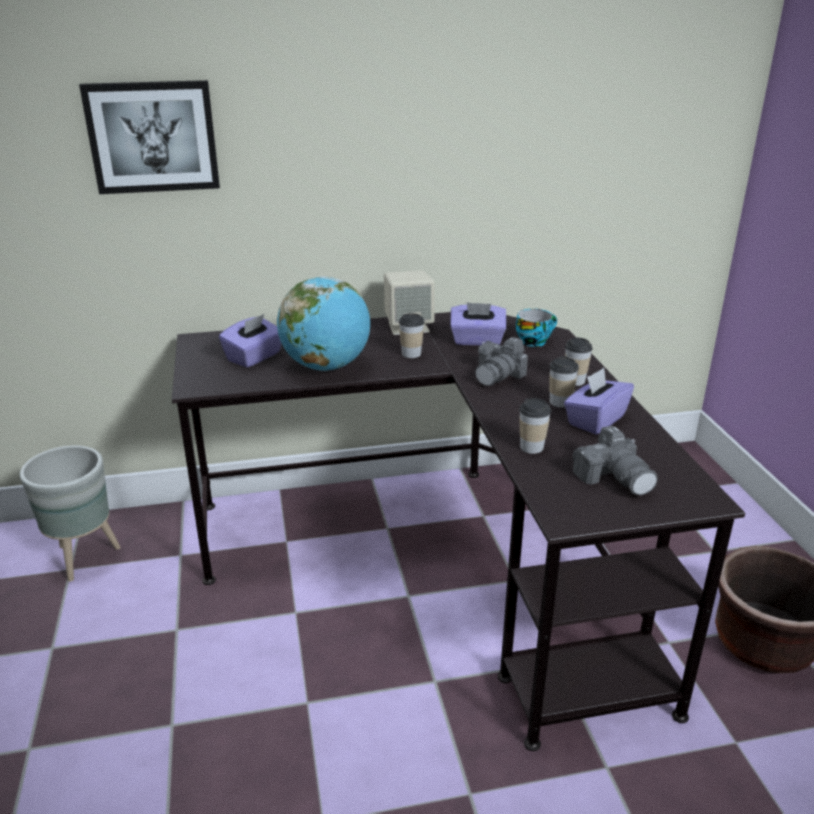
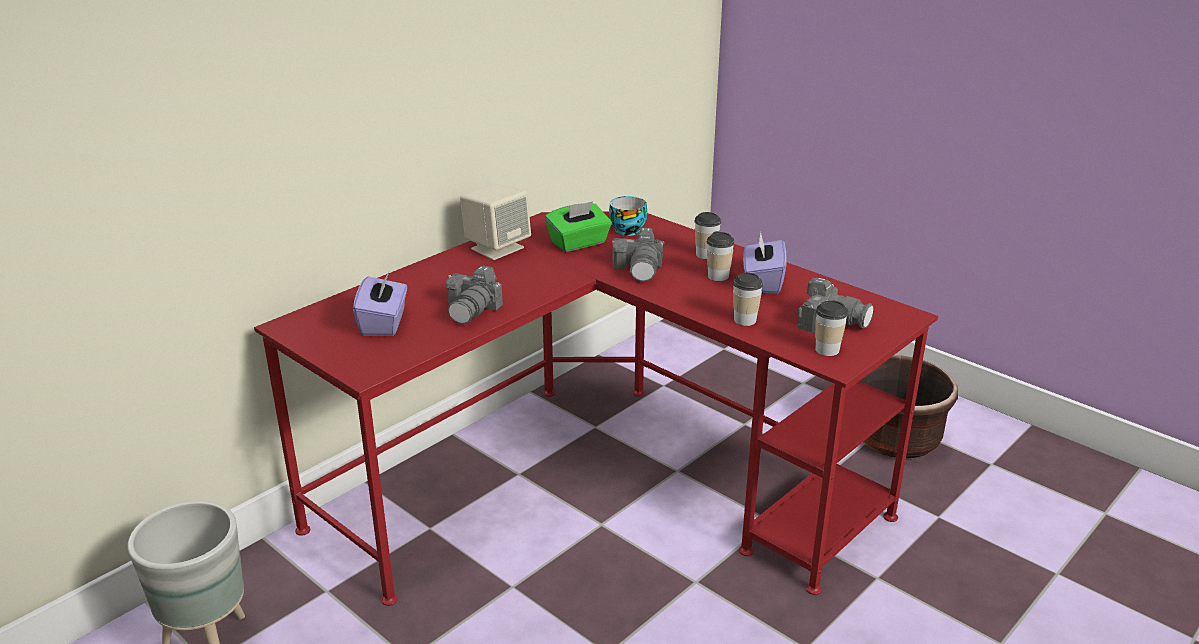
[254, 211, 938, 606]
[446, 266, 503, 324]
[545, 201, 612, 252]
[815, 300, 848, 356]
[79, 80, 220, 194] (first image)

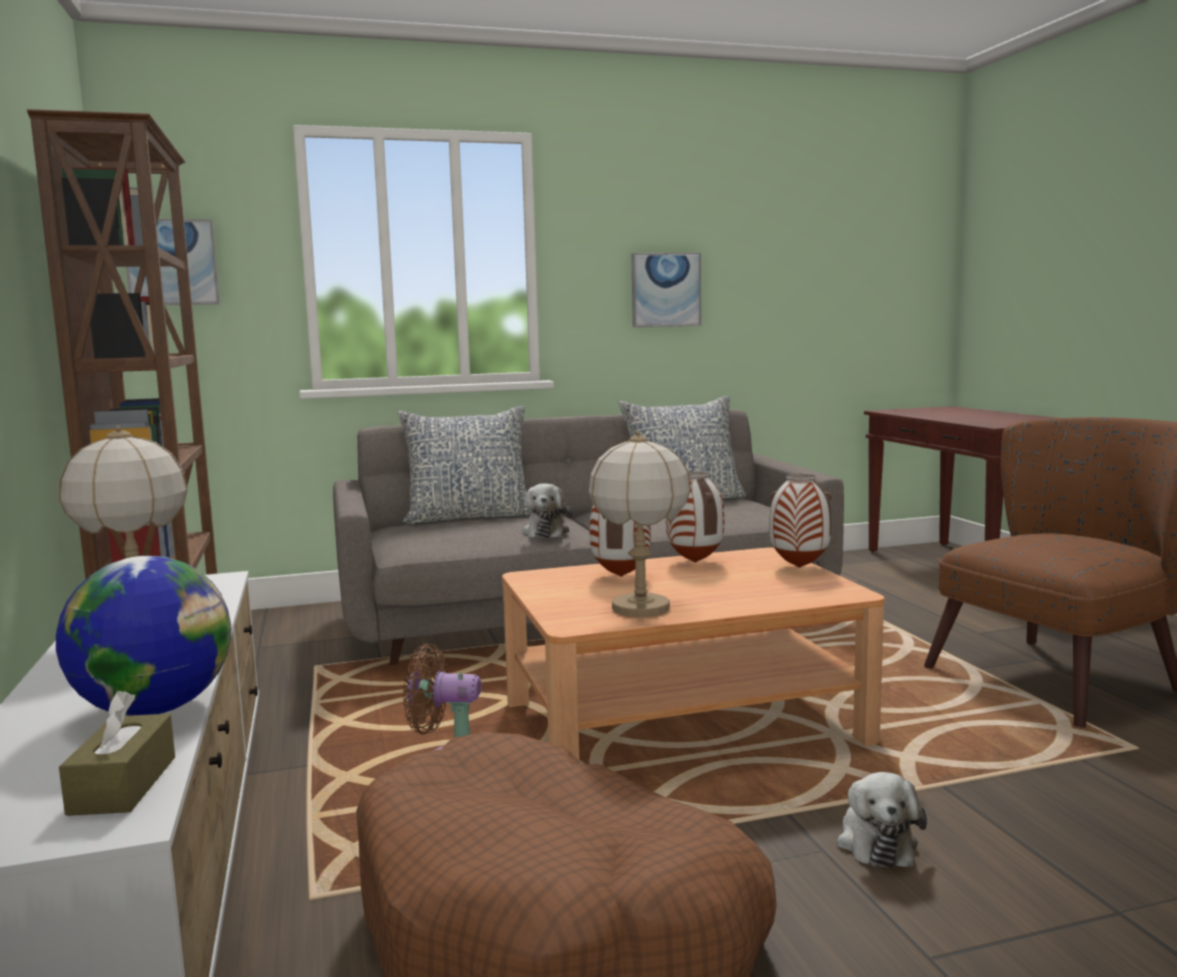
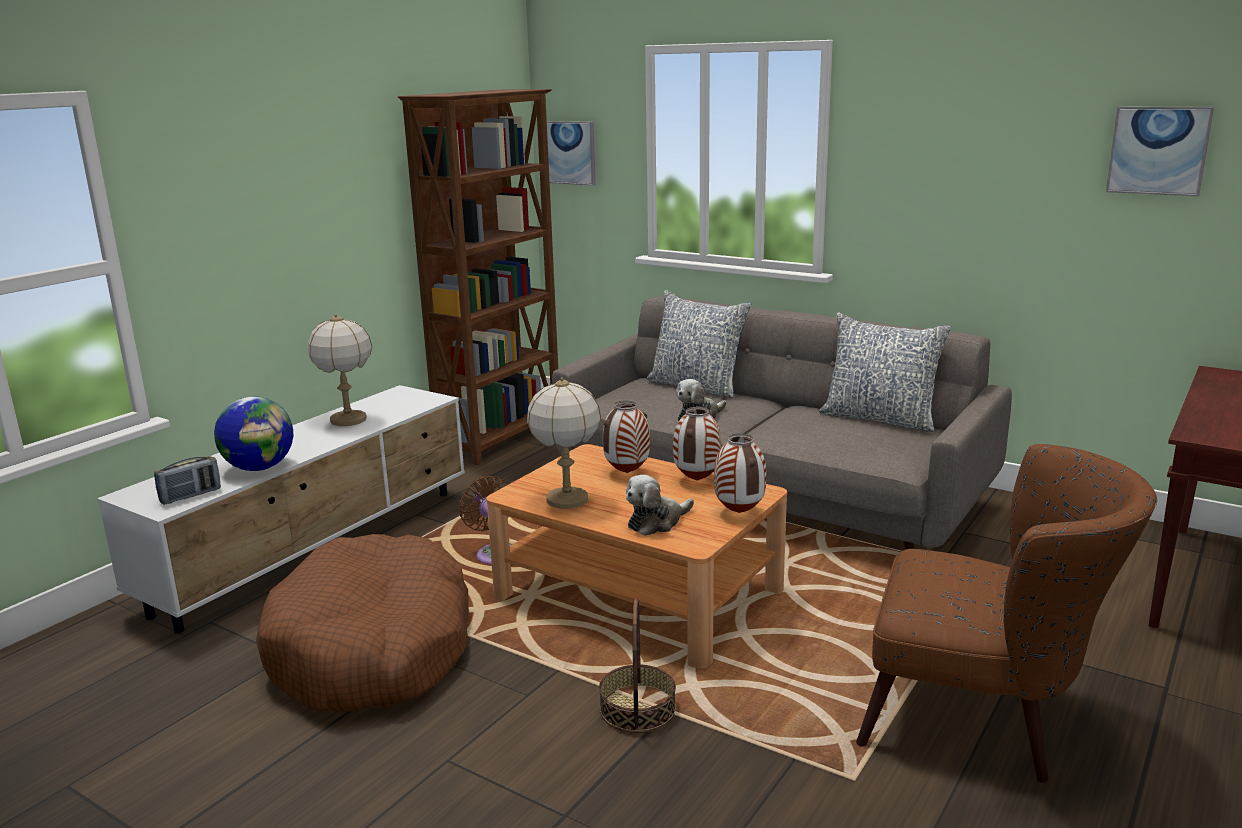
[154, 456, 221, 505]
[599, 598, 676, 733]
[626, 475, 694, 536]
[1106, 106, 1214, 196]

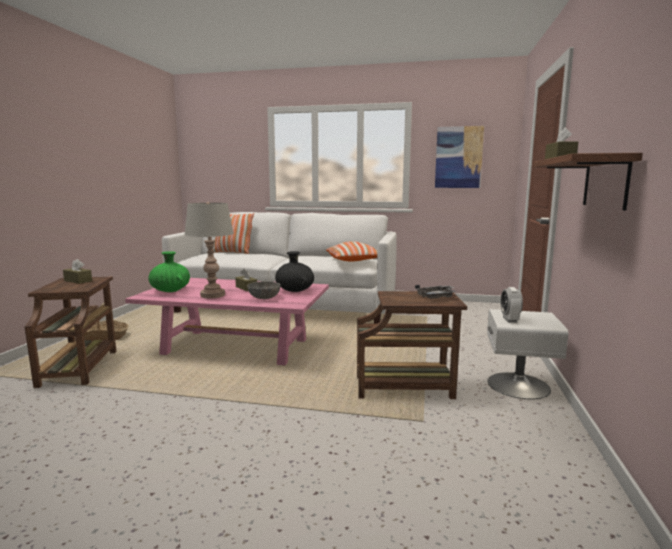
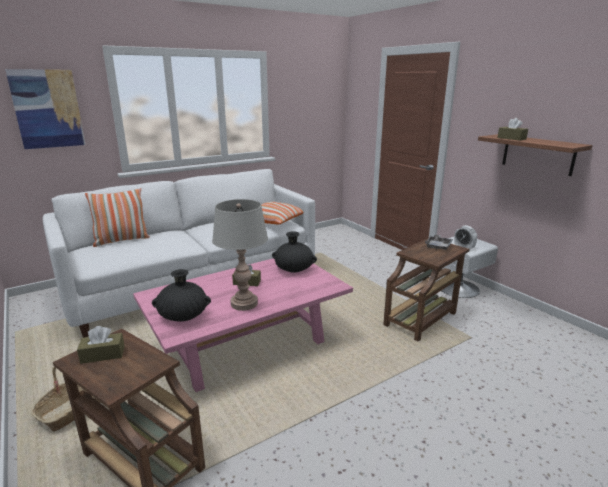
[5, 69, 86, 149]
[152, 269, 211, 322]
[247, 281, 281, 299] (first image)

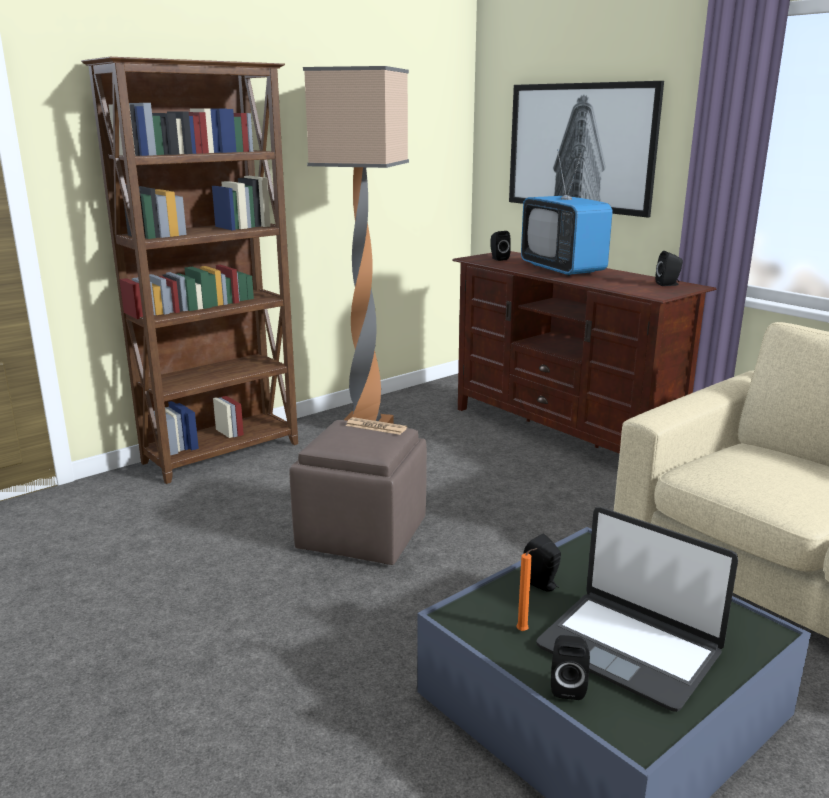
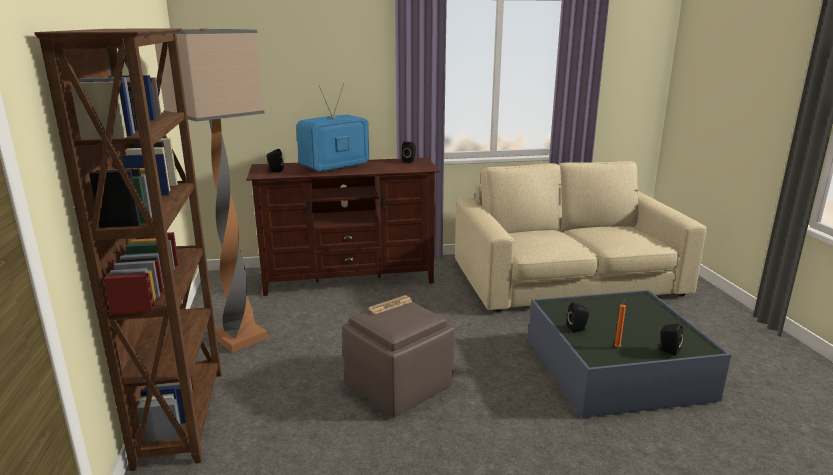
[296, 83, 369, 172]
[509, 81, 664, 218] (first image)
[536, 507, 738, 712] (first image)

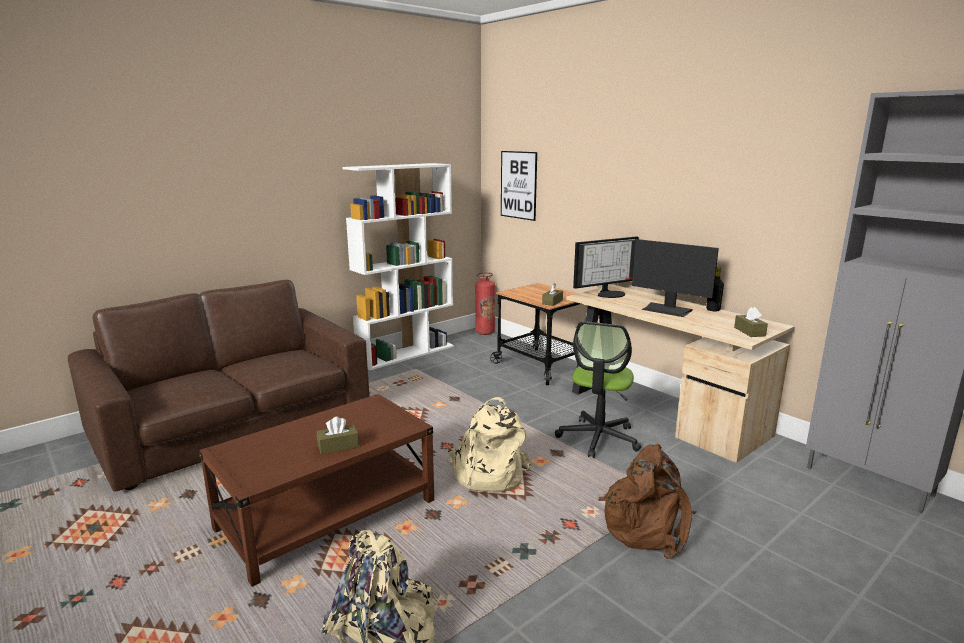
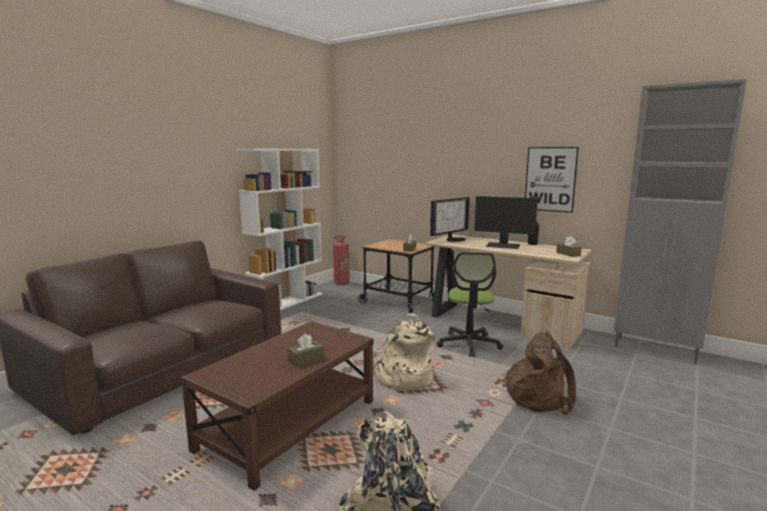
[525, 147, 579, 213]

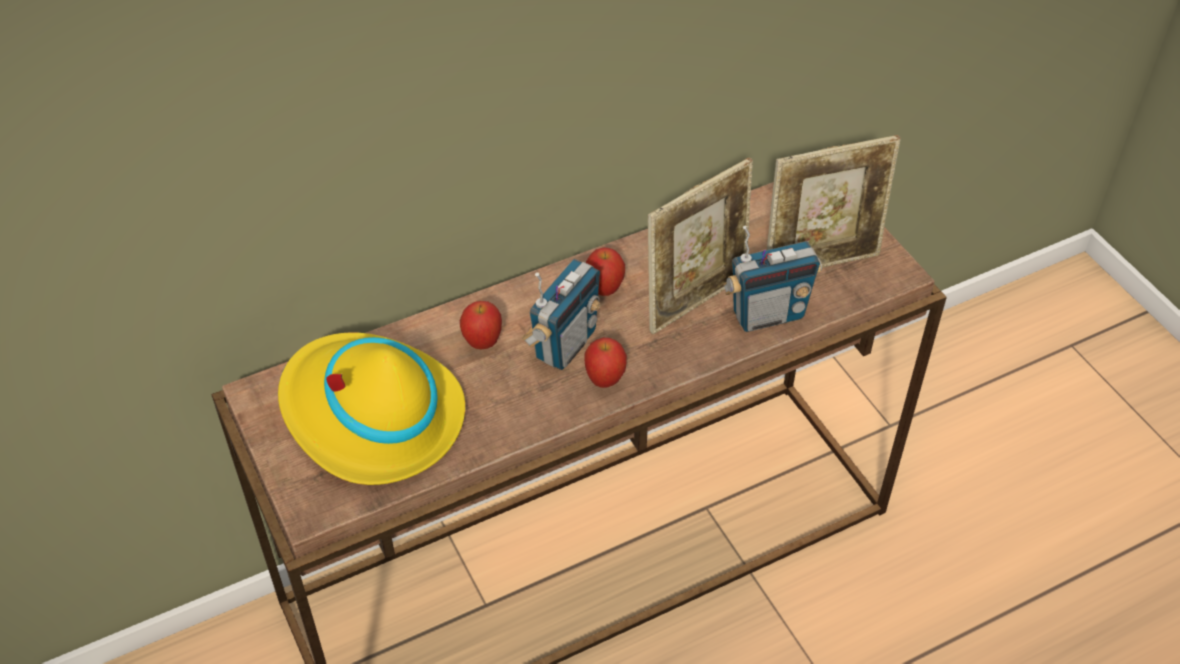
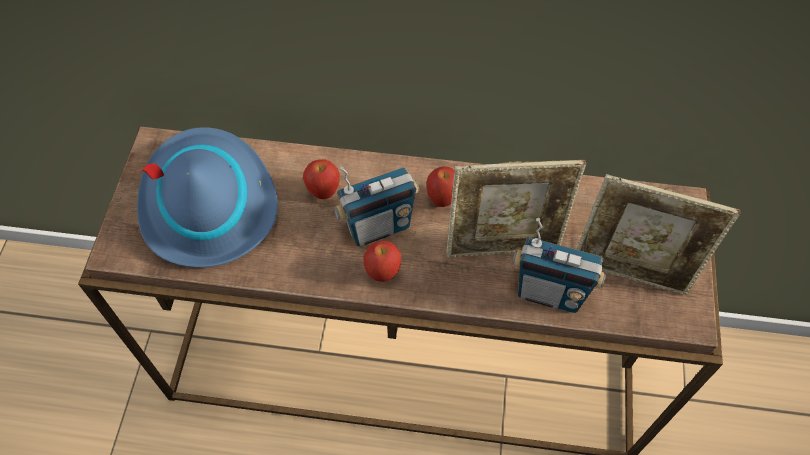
[137, 127, 278, 267]

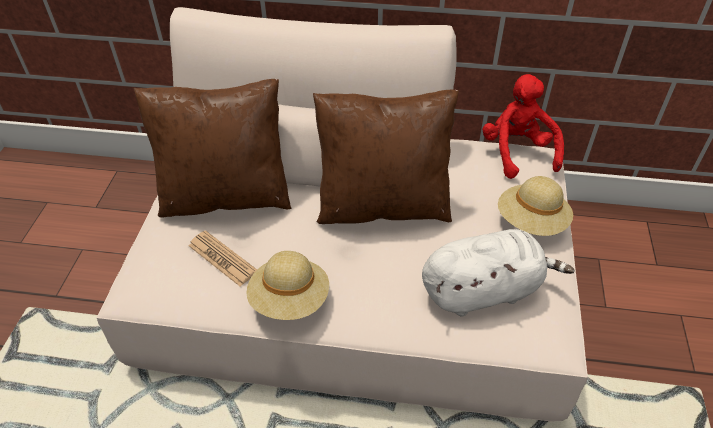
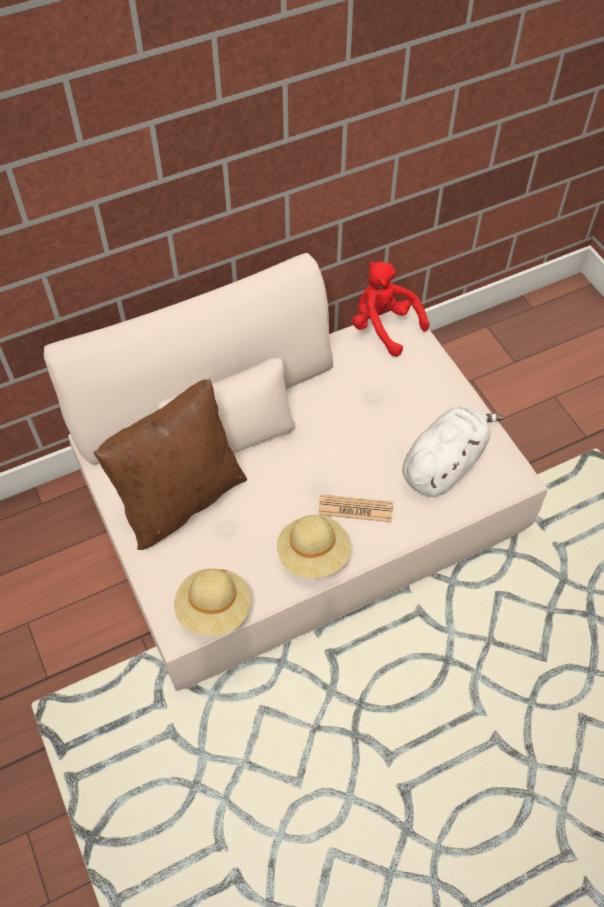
[174, 568, 250, 636]
[318, 495, 393, 522]
[313, 90, 459, 224] (first image)

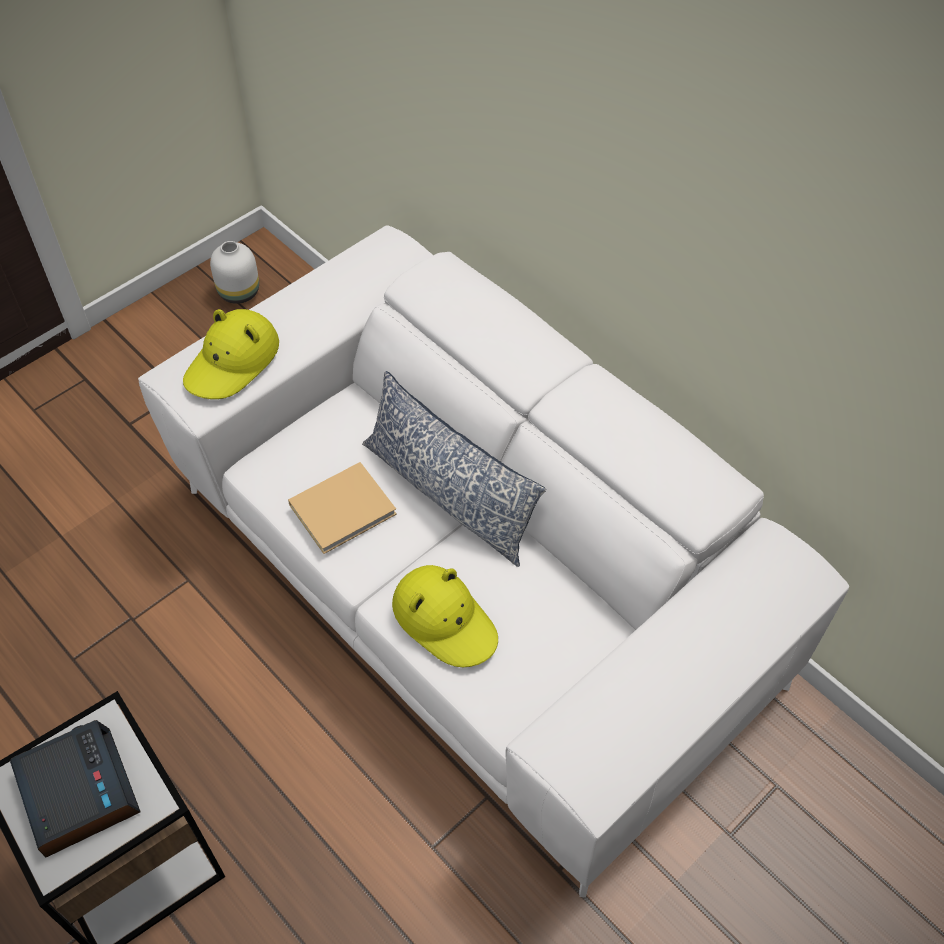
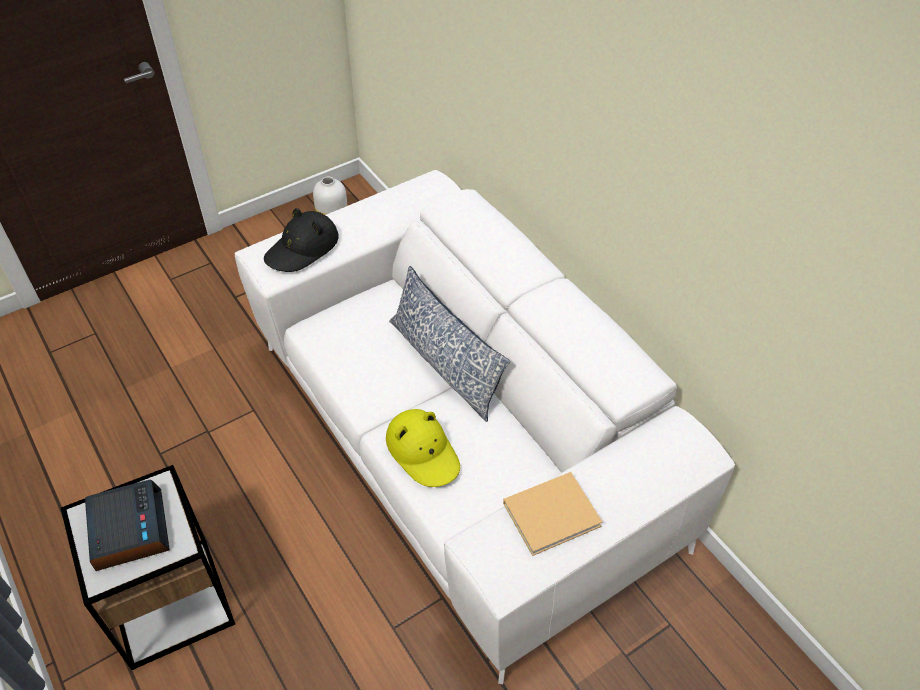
[264, 208, 339, 272]
[503, 472, 602, 556]

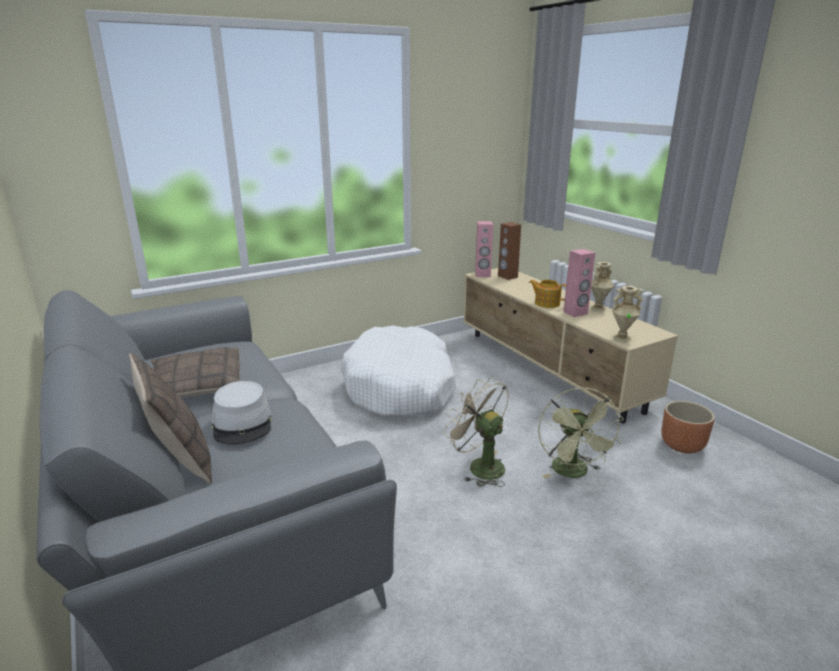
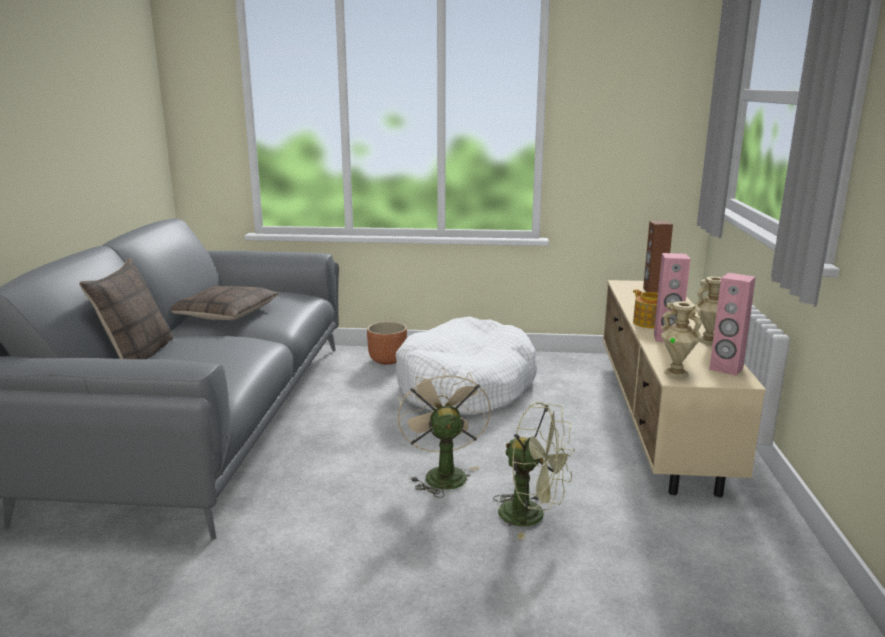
[367, 321, 407, 364]
[493, 402, 575, 539]
[709, 273, 756, 376]
[212, 381, 272, 444] (first image)

